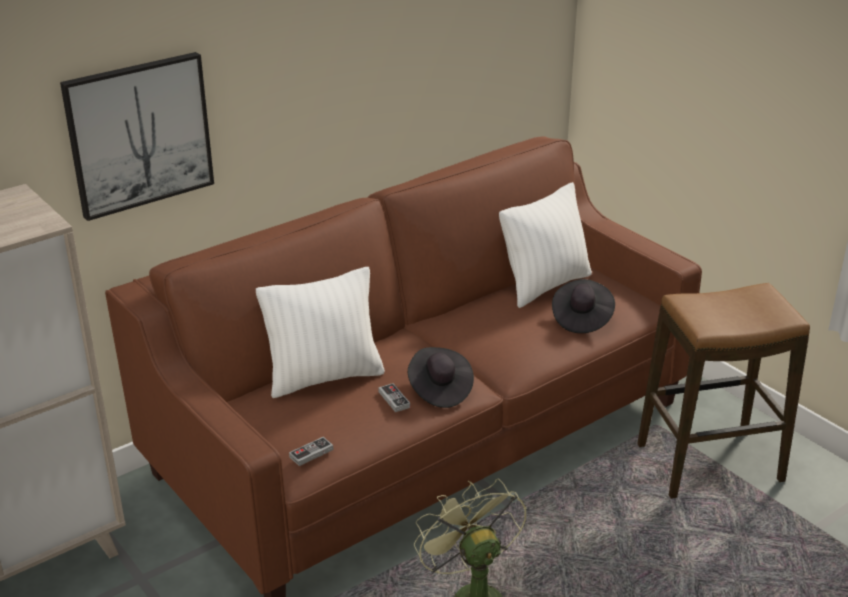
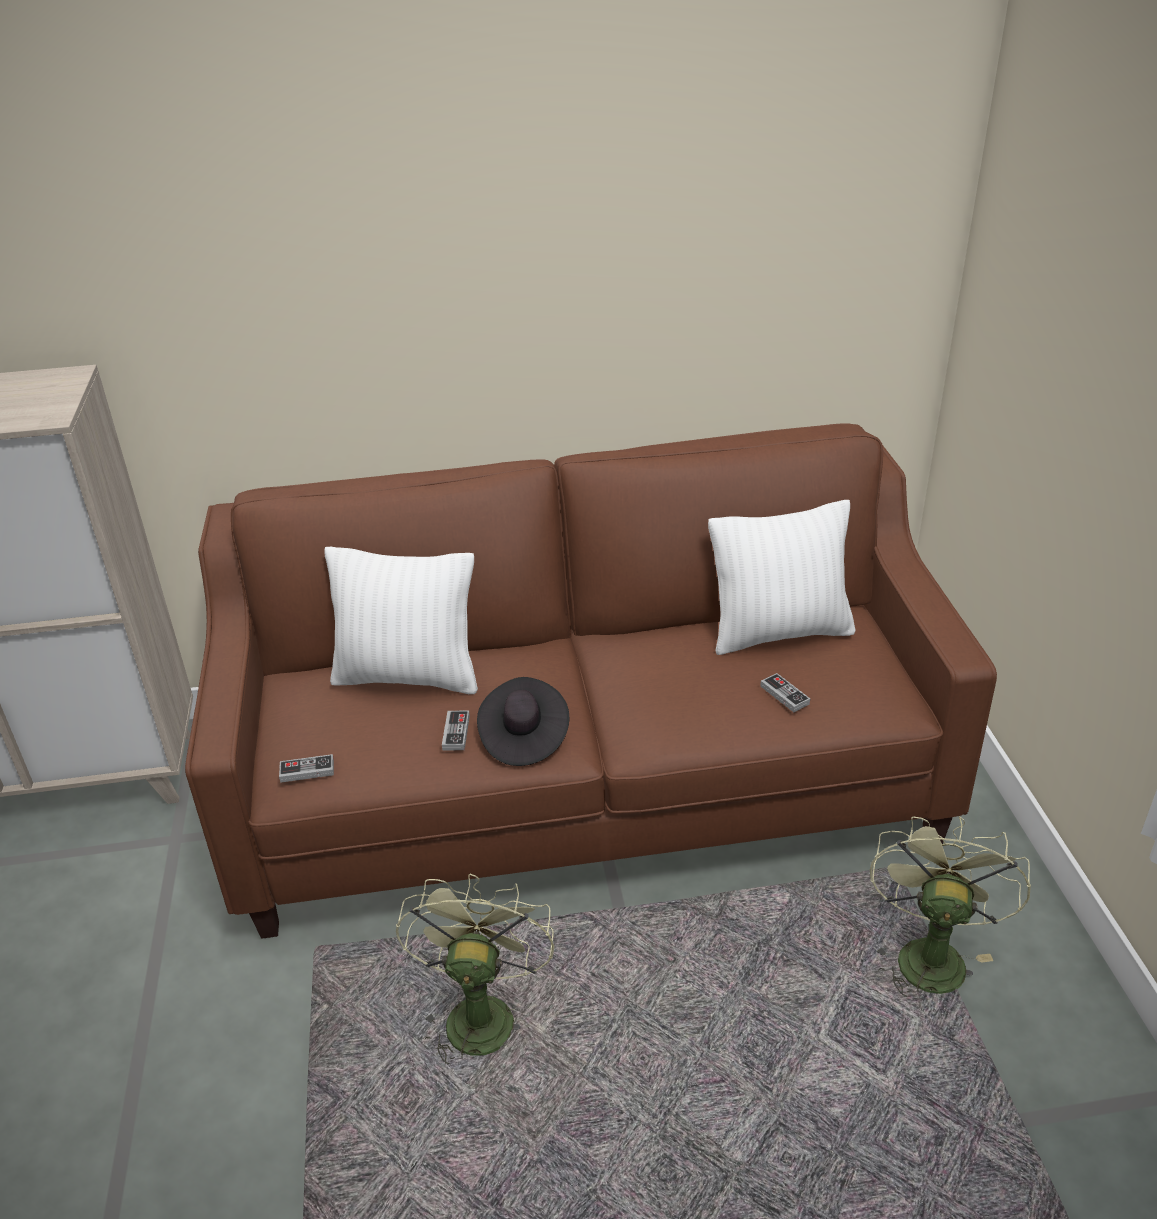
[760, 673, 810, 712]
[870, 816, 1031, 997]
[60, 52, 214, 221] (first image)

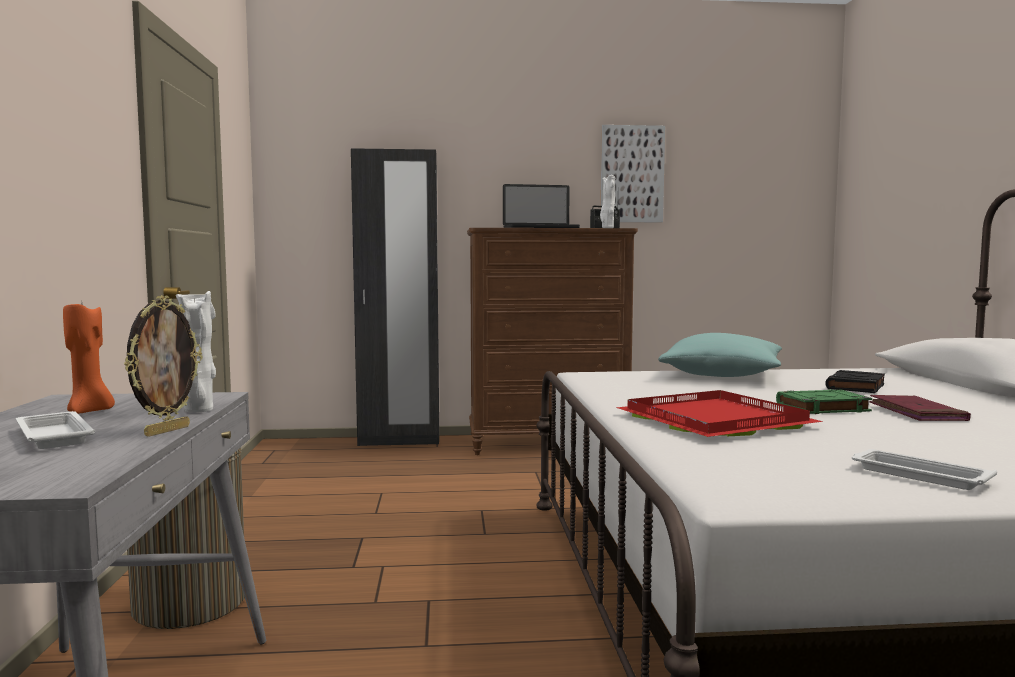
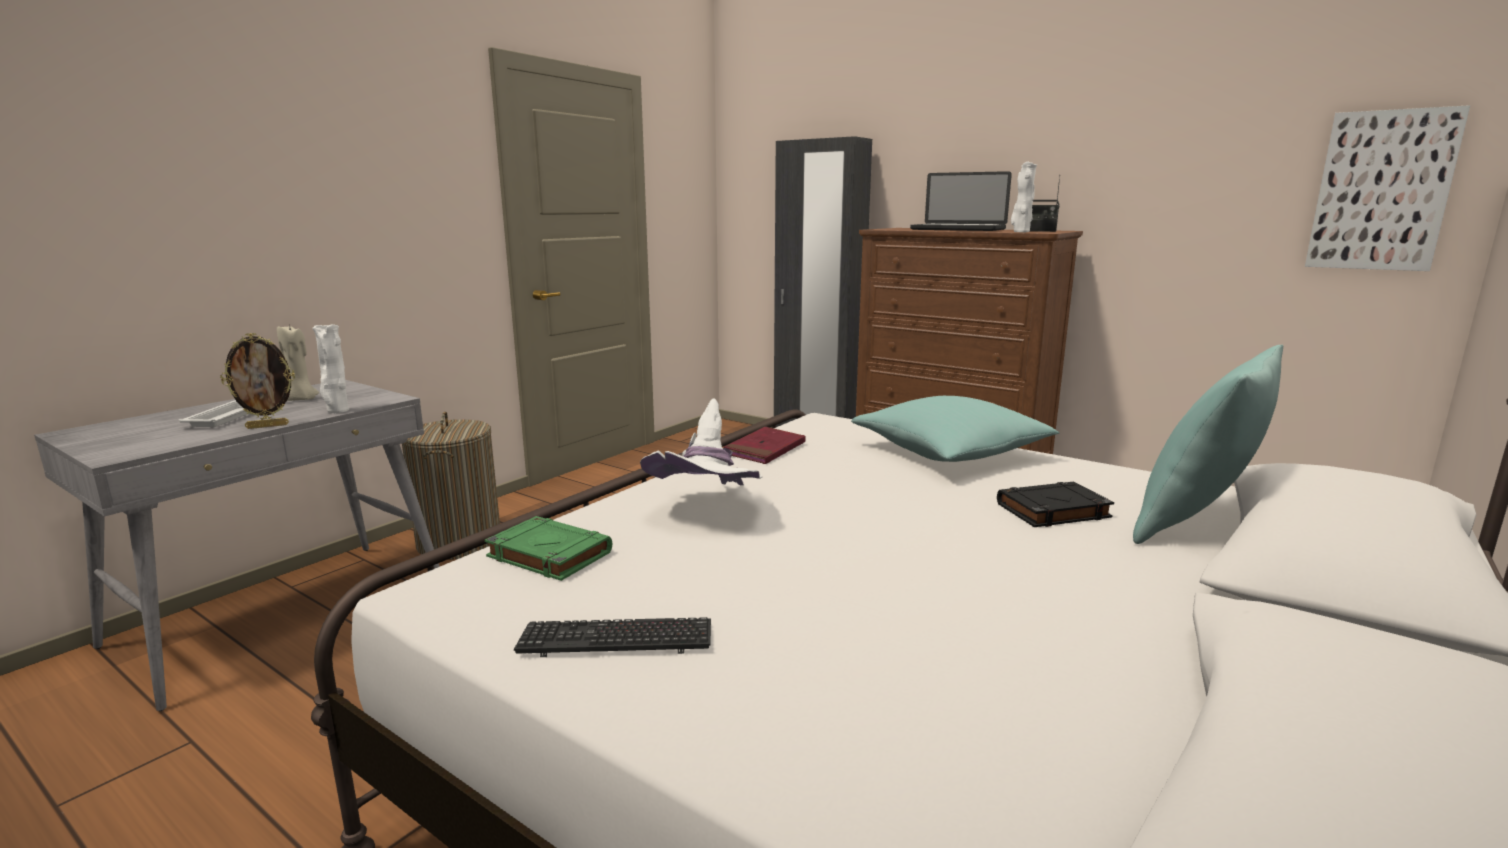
[277, 324, 319, 401]
[485, 516, 612, 581]
[514, 617, 711, 657]
[640, 398, 762, 486]
[724, 427, 806, 464]
[1133, 345, 1283, 544]
[1305, 105, 1470, 271]

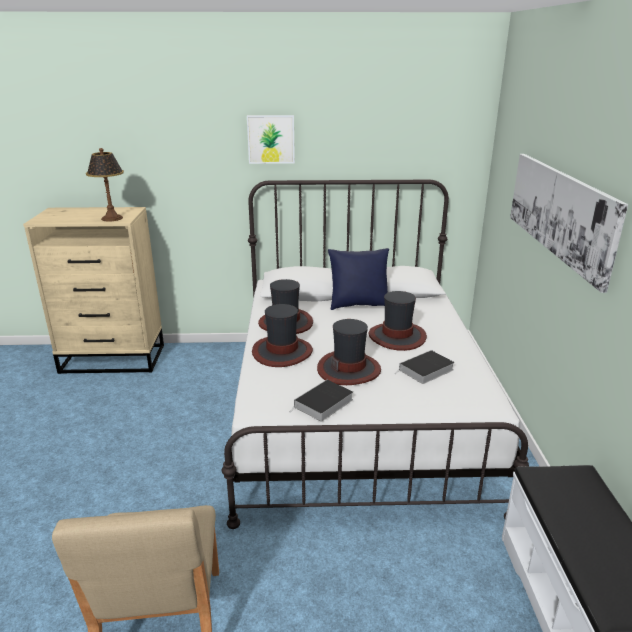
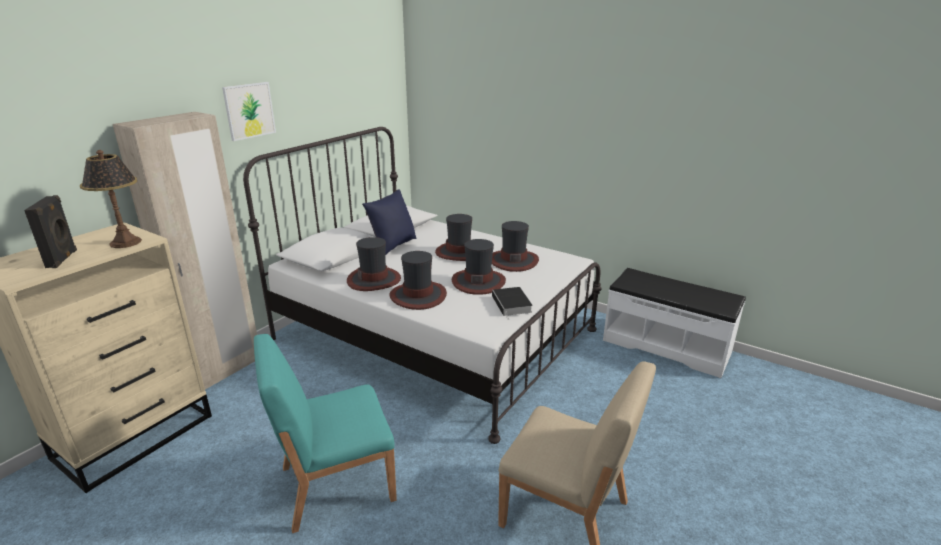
[24, 195, 77, 268]
[113, 112, 257, 389]
[254, 334, 397, 533]
[492, 221, 539, 272]
[510, 154, 628, 293] (first image)

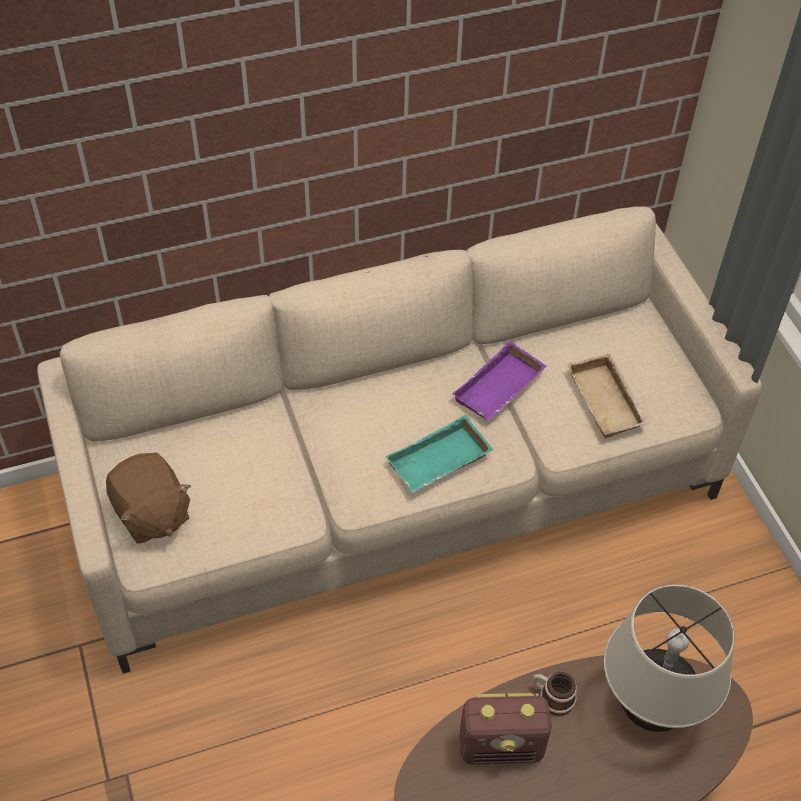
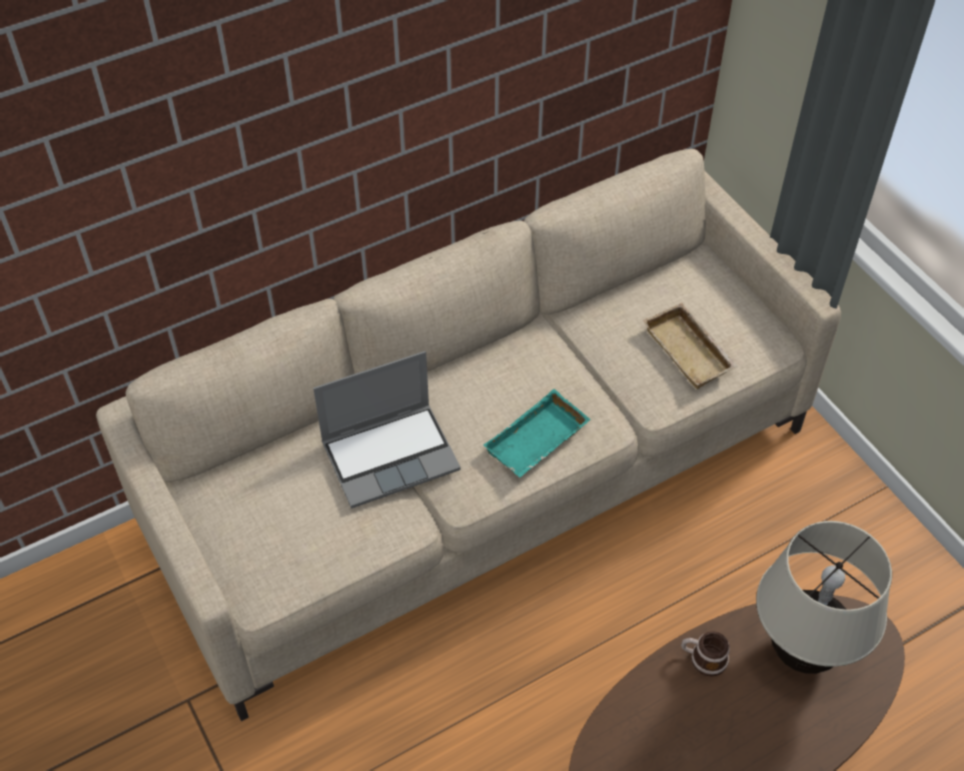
[313, 351, 461, 508]
[106, 453, 191, 544] (first image)
[452, 341, 546, 421] (first image)
[459, 693, 552, 765] (first image)

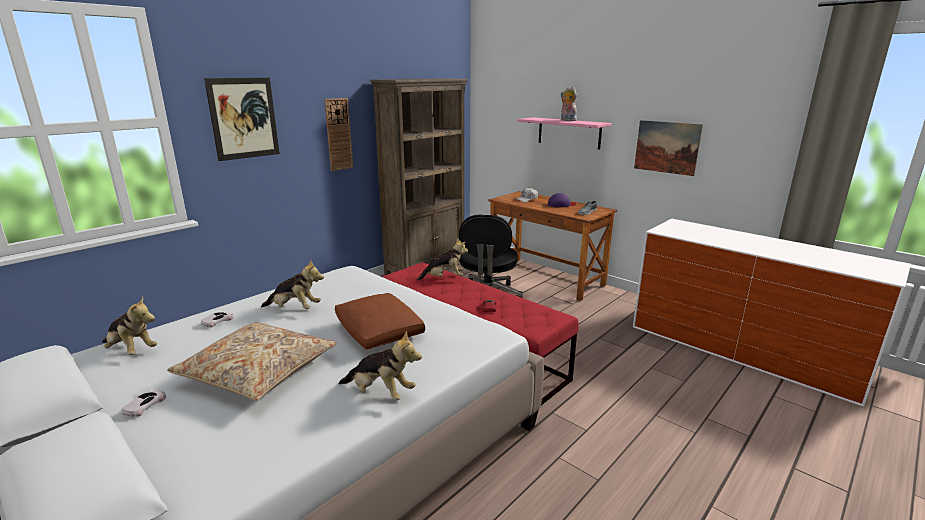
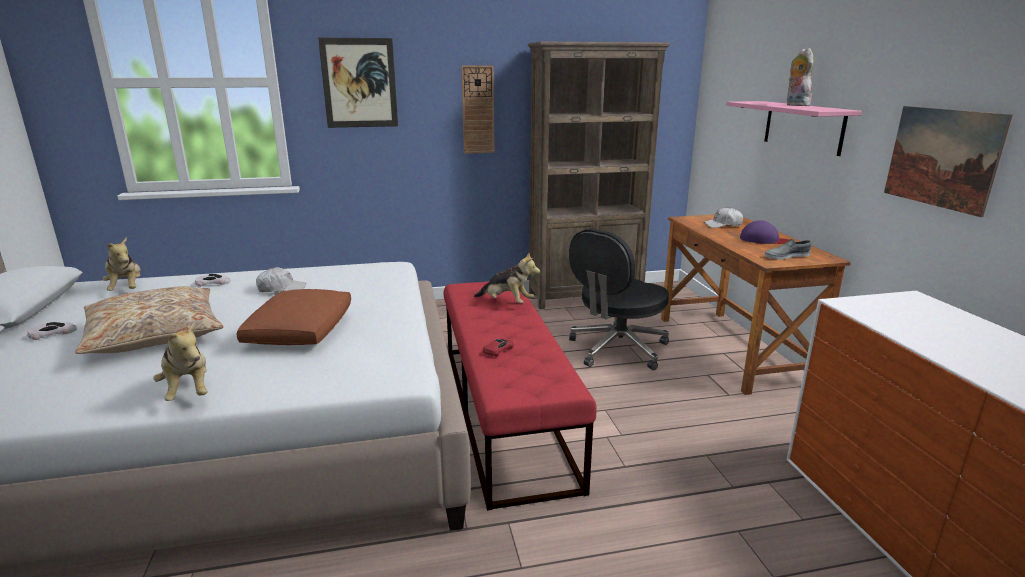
[256, 267, 306, 292]

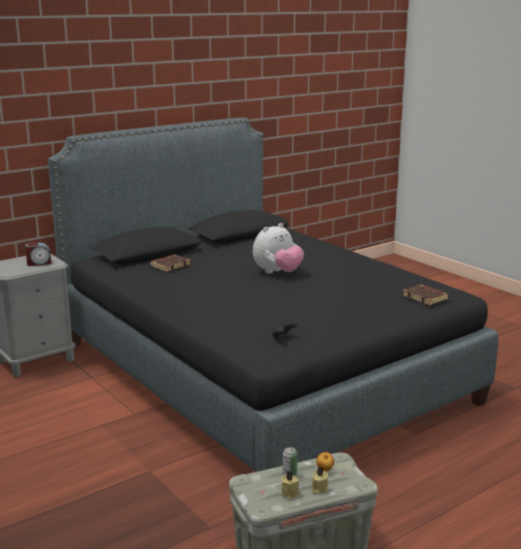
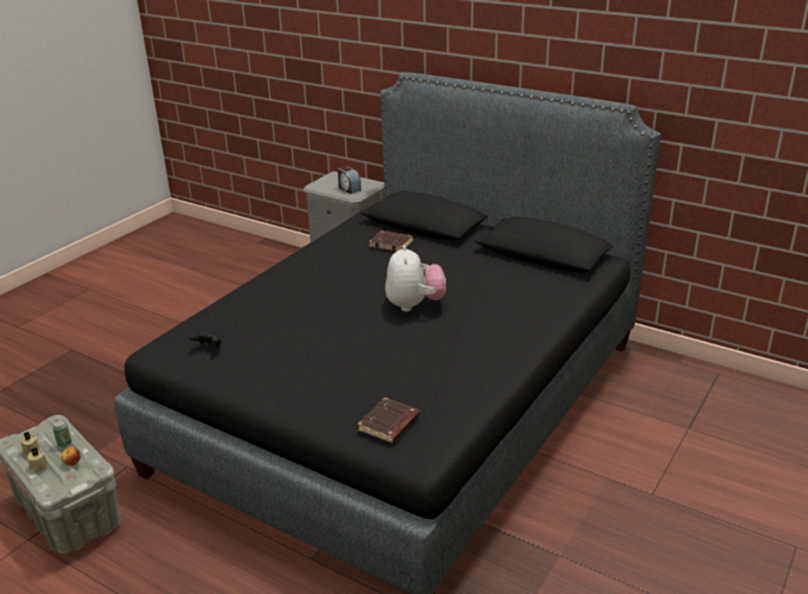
[385, 245, 446, 312]

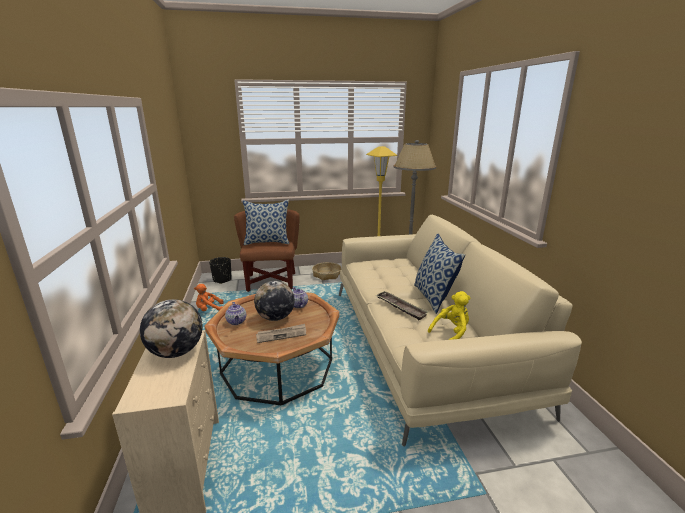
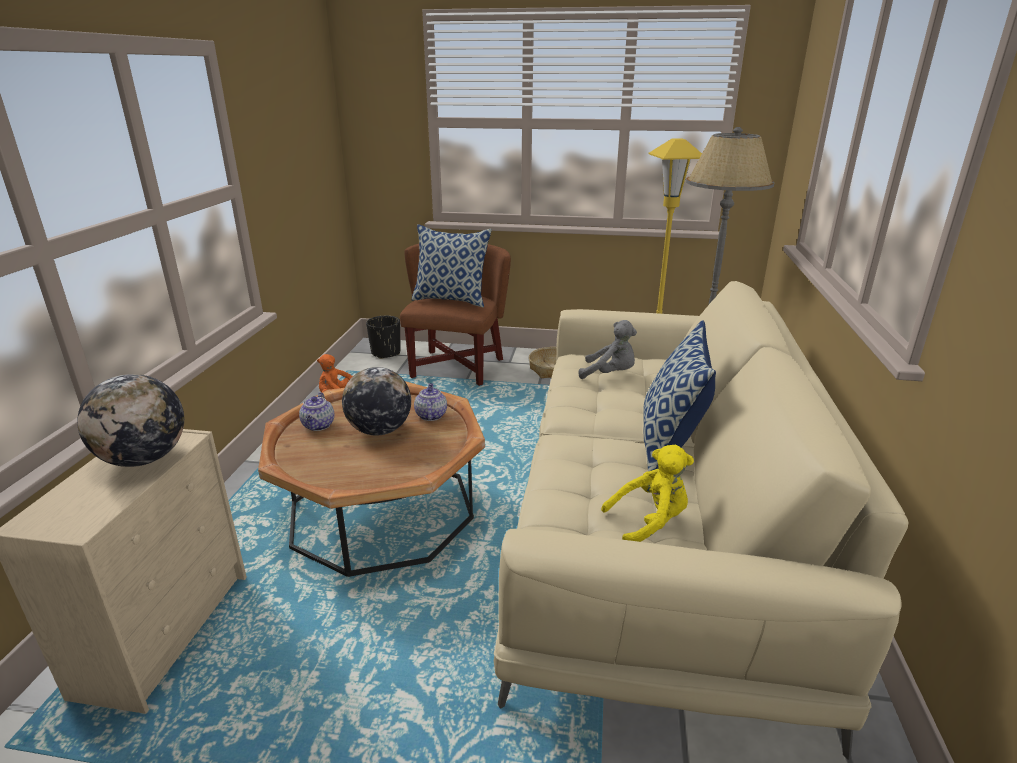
[579, 320, 637, 379]
[256, 324, 306, 343] (first image)
[375, 291, 428, 320] (first image)

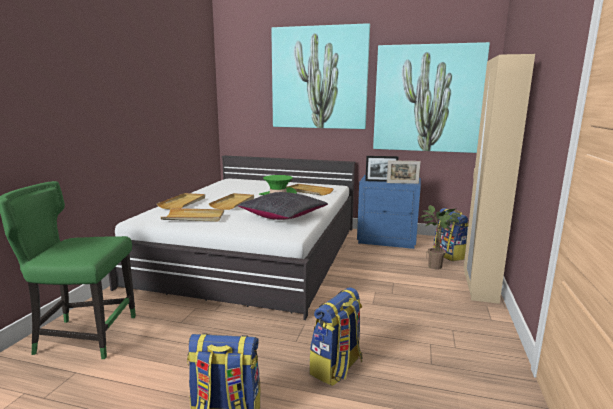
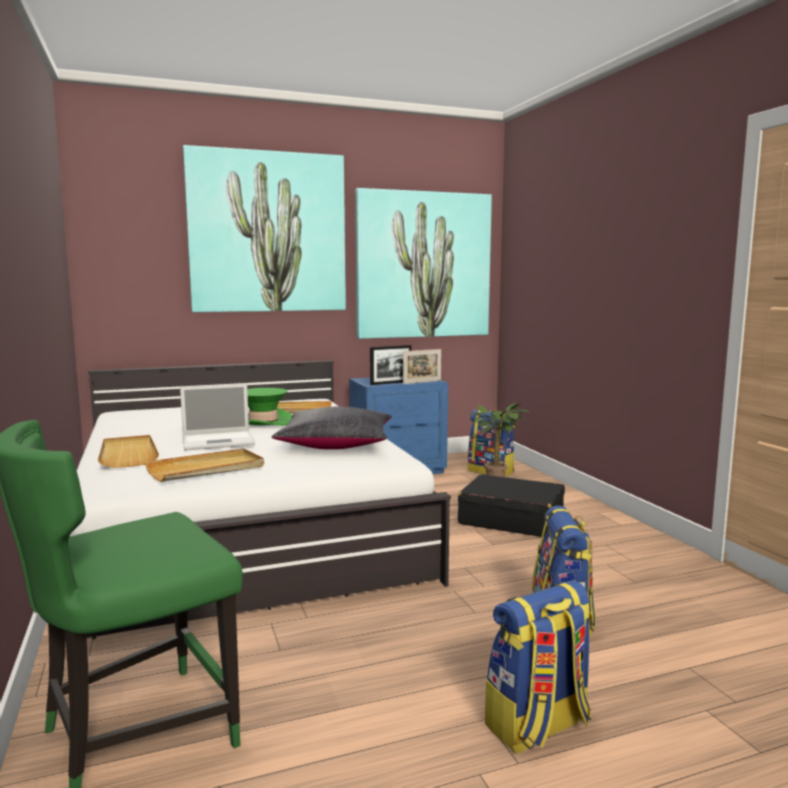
[180, 383, 255, 451]
[458, 474, 565, 537]
[464, 54, 535, 304] (first image)

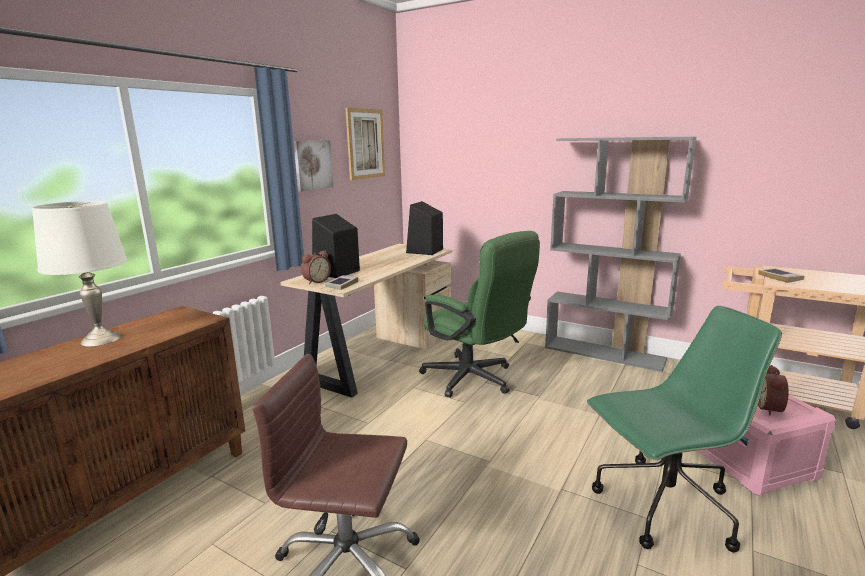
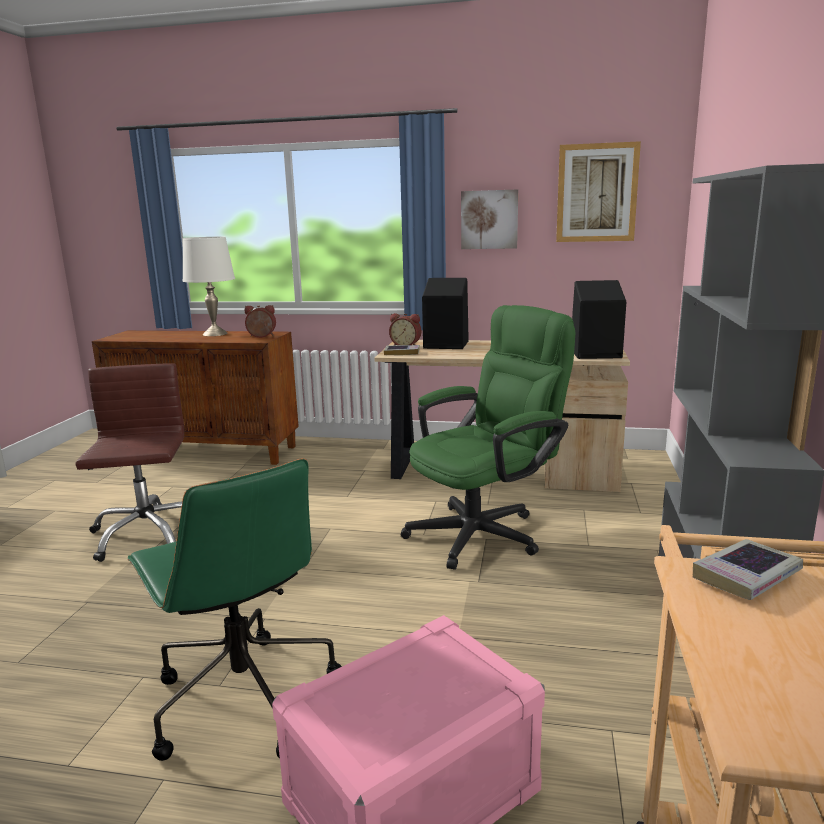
[245, 305, 276, 338]
[401, 305, 575, 570]

